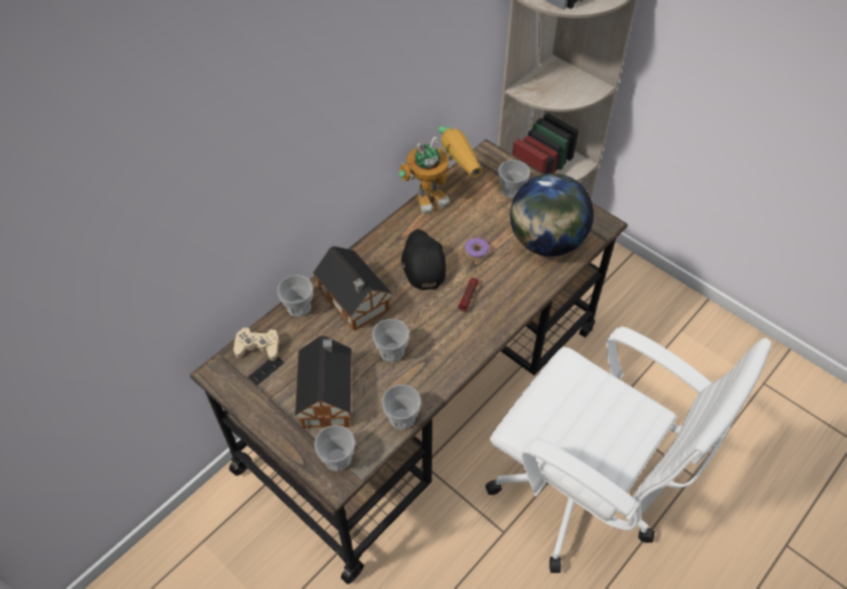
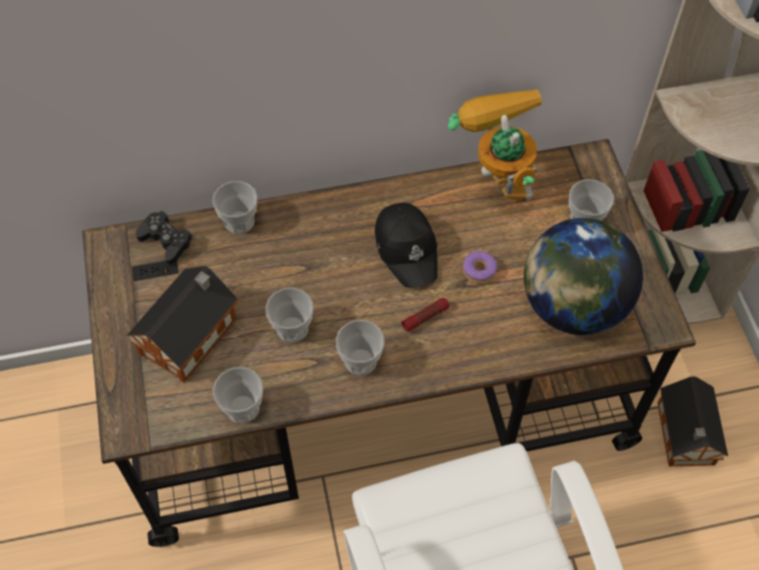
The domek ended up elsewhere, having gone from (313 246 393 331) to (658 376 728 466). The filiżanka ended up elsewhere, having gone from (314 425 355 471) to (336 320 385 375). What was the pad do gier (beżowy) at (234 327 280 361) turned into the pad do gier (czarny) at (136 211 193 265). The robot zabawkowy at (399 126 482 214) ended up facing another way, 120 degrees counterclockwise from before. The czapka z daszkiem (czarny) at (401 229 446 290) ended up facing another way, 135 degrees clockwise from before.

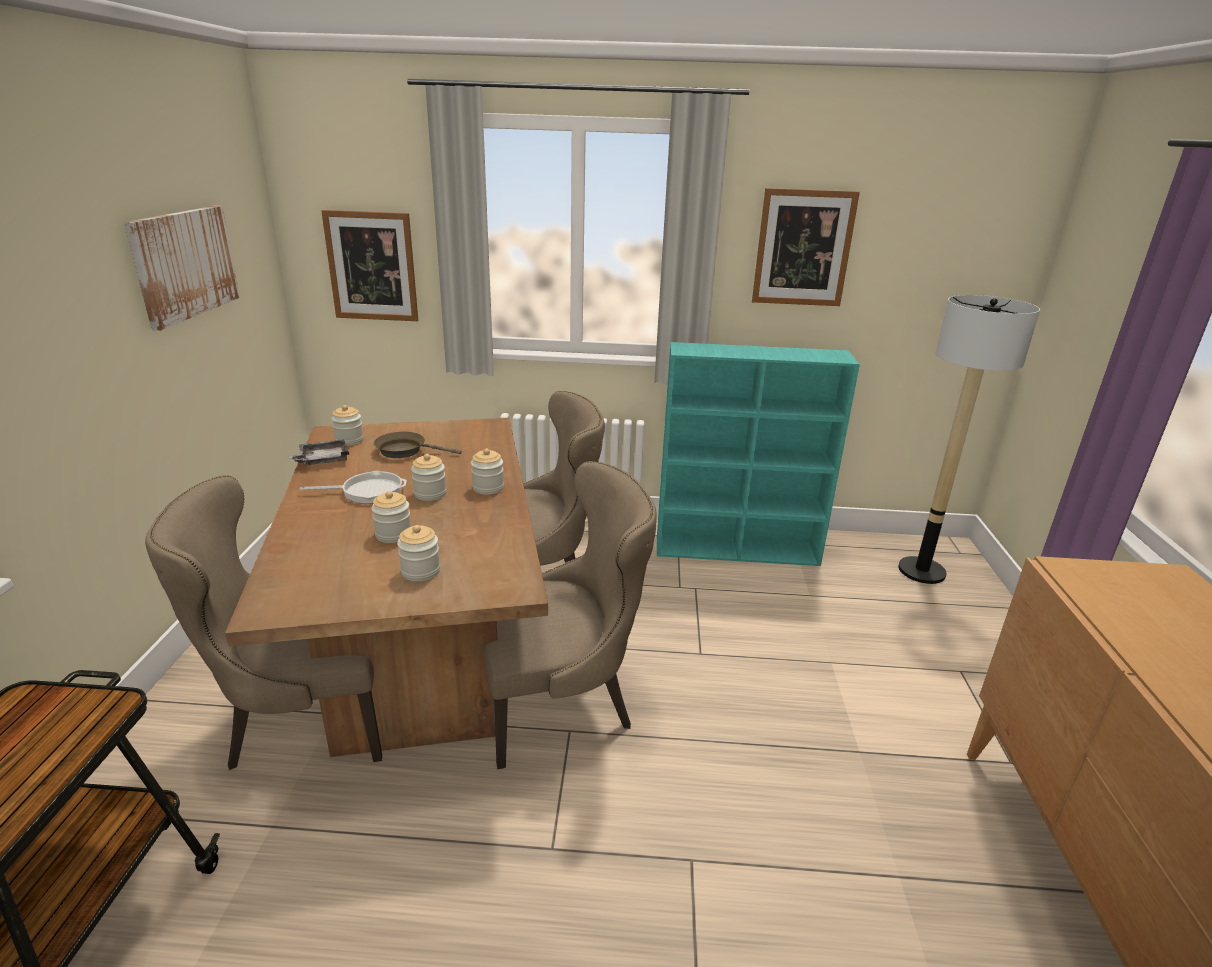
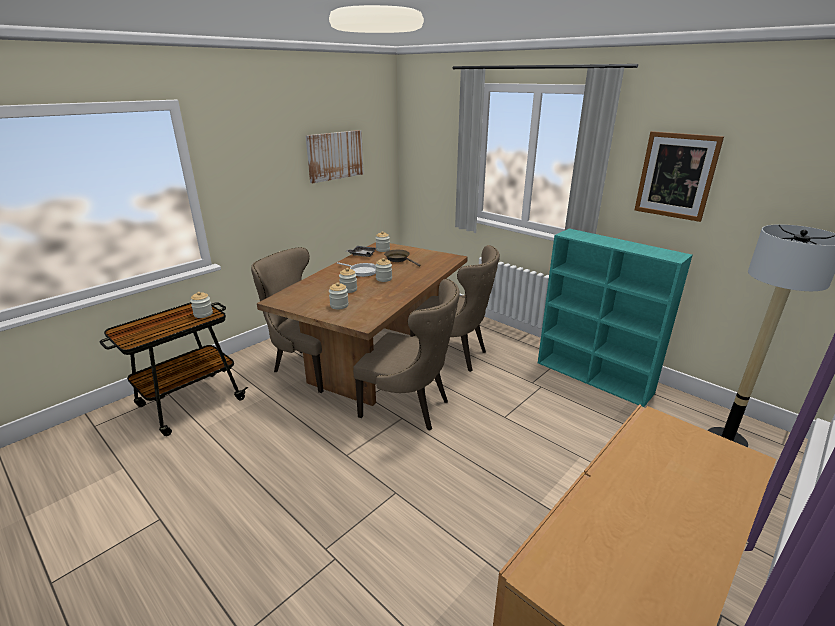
The second view lost the obraz at (321 210 418 321). The słoik ended up elsewhere, having gone from (471 449 504 495) to (190 292 213 318).

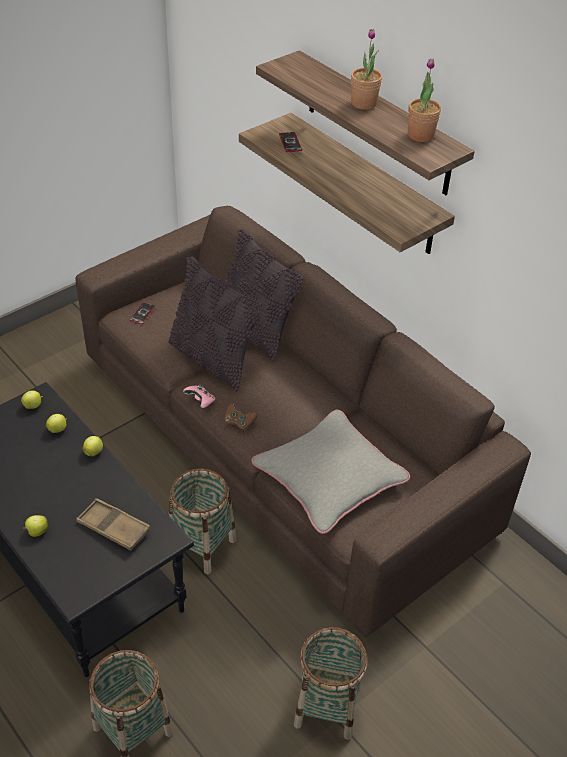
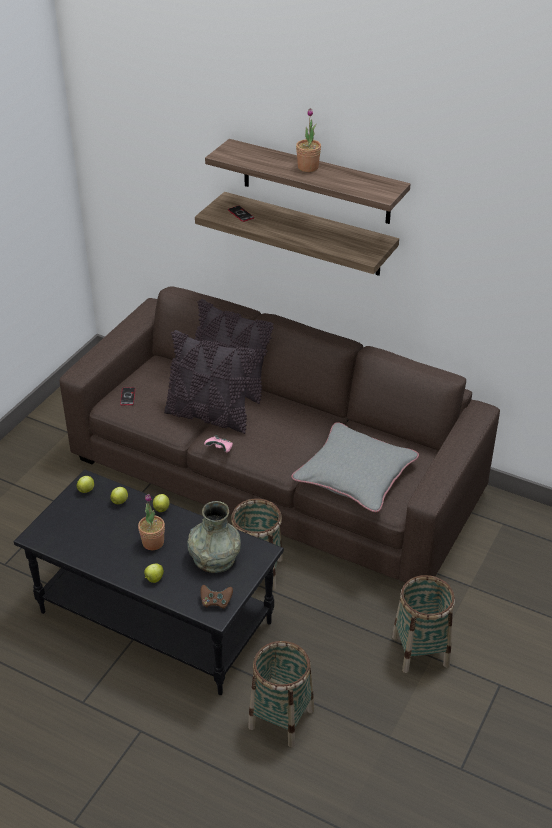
The pad do gier (brązowy) ended up elsewhere, having gone from (224 403 258 431) to (201 585 233 609). The roślina doniczkowa ended up elsewhere, having gone from (408 58 441 142) to (138 494 165 550). Where the taca (brązowy) stood at (76 498 151 551), the wazon (szary) came to stand at (187 501 241 573).

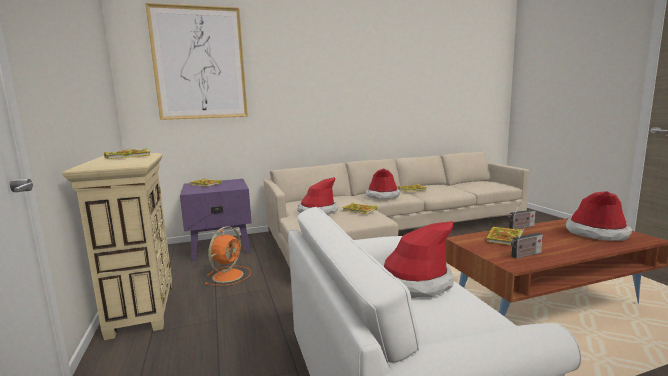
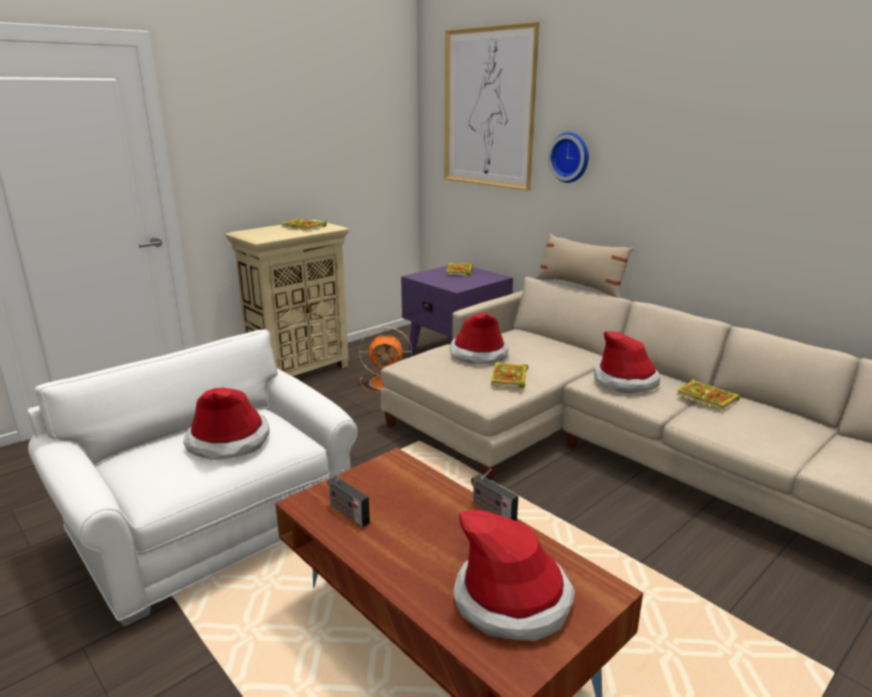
The second view lost the książka at (486 227 524 245). The second view gained the poduszka (beżowy) at (536 233 633 298). The second view gained the zegar ścienny at (548 132 589 183).

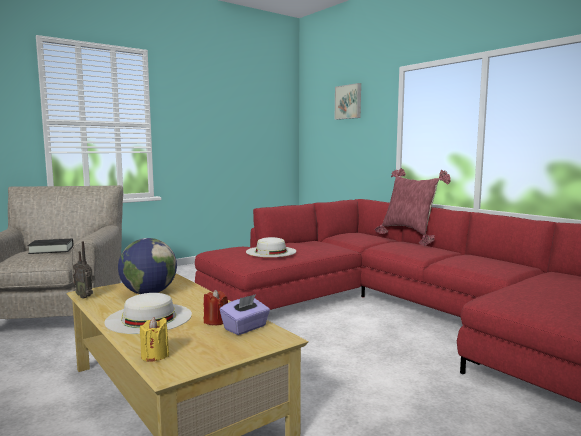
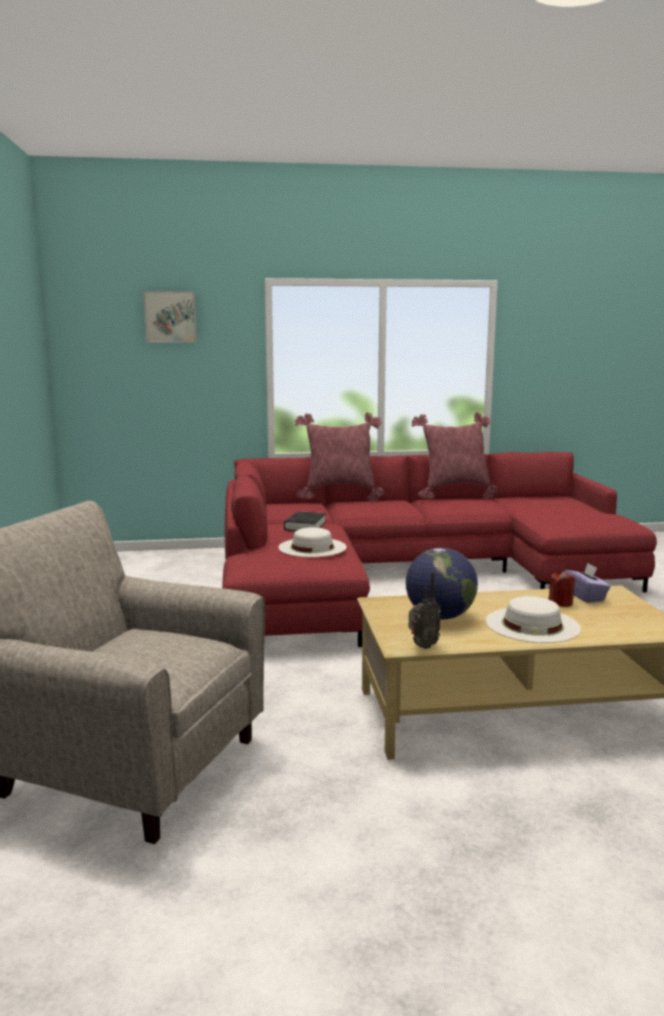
The second view lost the świeca (żółty) at (140 317 169 362). The second view gained the poduszka (czerwony) at (411 412 499 499). The książka (czarny) ended up elsewhere, having gone from (27 239 73 254) to (284 511 326 531).

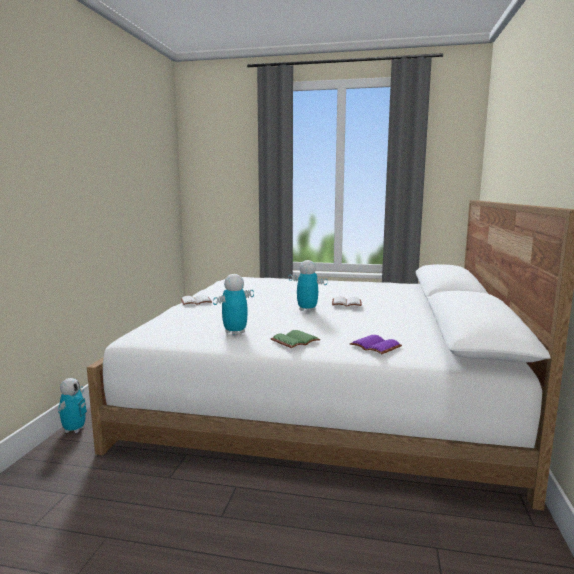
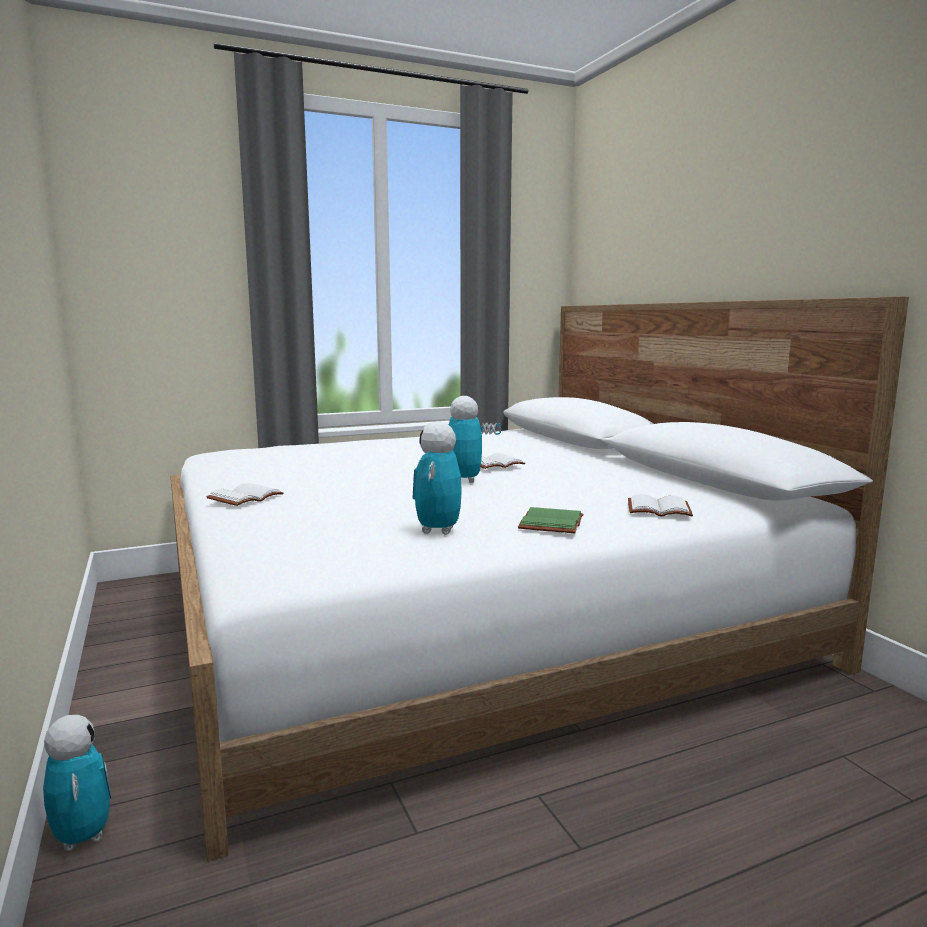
What was the książka (fioletowy) at (350 335 402 354) turned into the książka (biały) at (628 494 693 516).

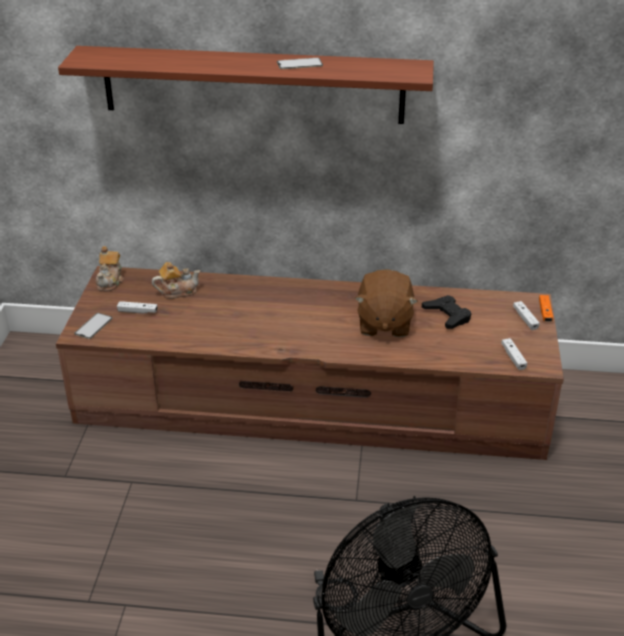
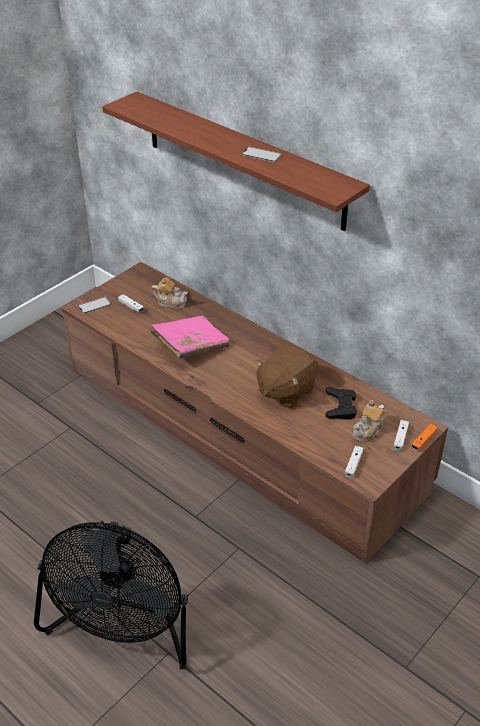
The second view gained the książka (różowy) at (150 315 229 359). The imbryk ended up elsewhere, having gone from (96 246 124 291) to (353 400 386 442).

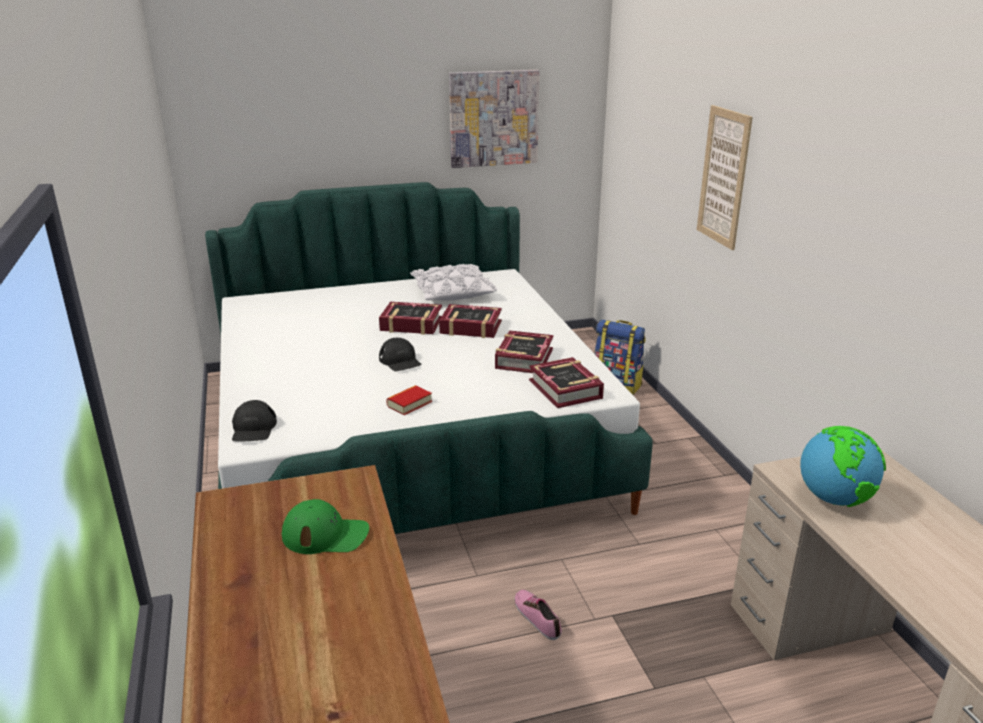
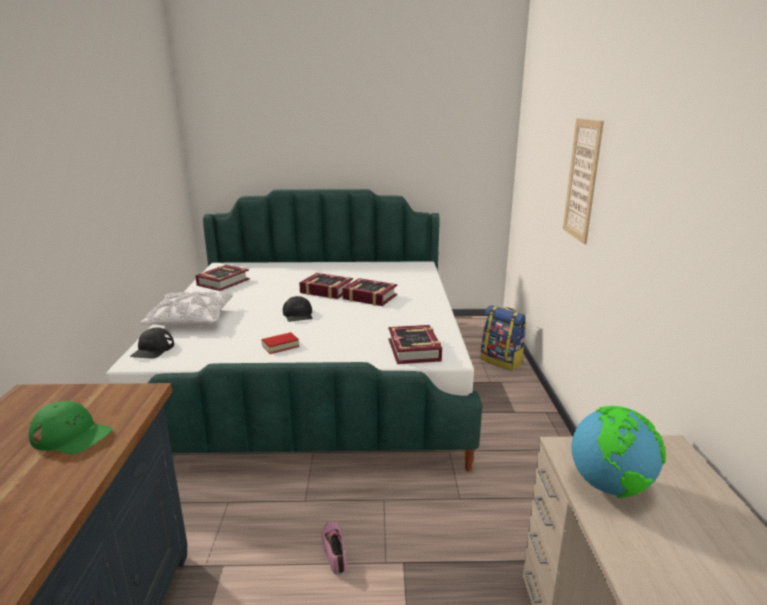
The second view lost the obraz at (449 70 540 168). The poduszka (biały) ended up elsewhere, having gone from (410 264 497 300) to (140 291 233 327). The książka ended up elsewhere, having gone from (495 330 554 373) to (195 265 250 291).

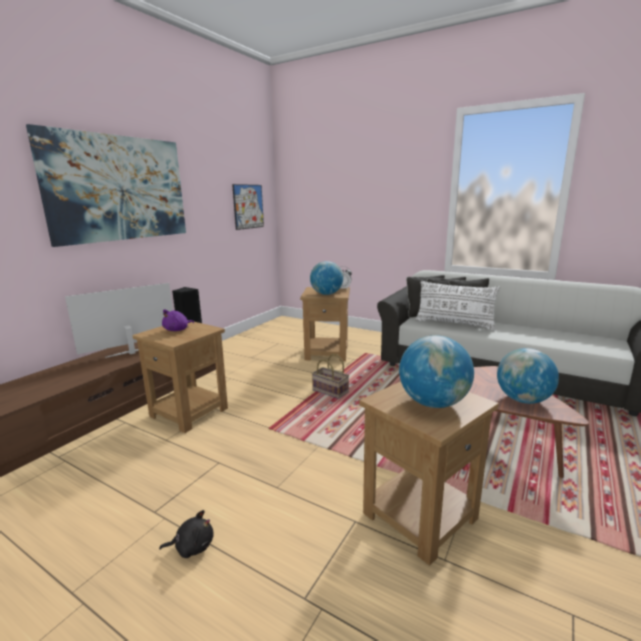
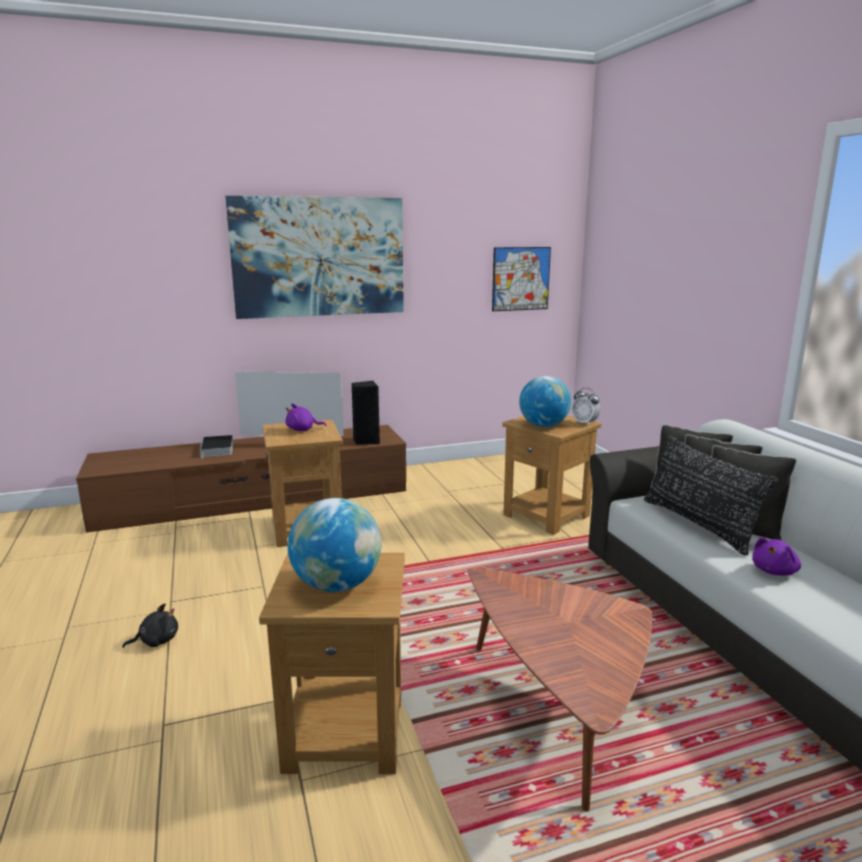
The second view lost the koszyk at (312 354 349 399). The second view lost the globus at (497 348 559 404). The second view gained the książka at (200 435 233 457). The second view gained the pluszak (fioletowy) at (752 537 801 576). What was the poduszka (biały) at (415 281 500 330) turned into the poduszka (czarny) at (644 436 778 555). The pluszak (czarny) at (159 510 214 558) ended up facing another way, 60 degrees counterclockwise from before.

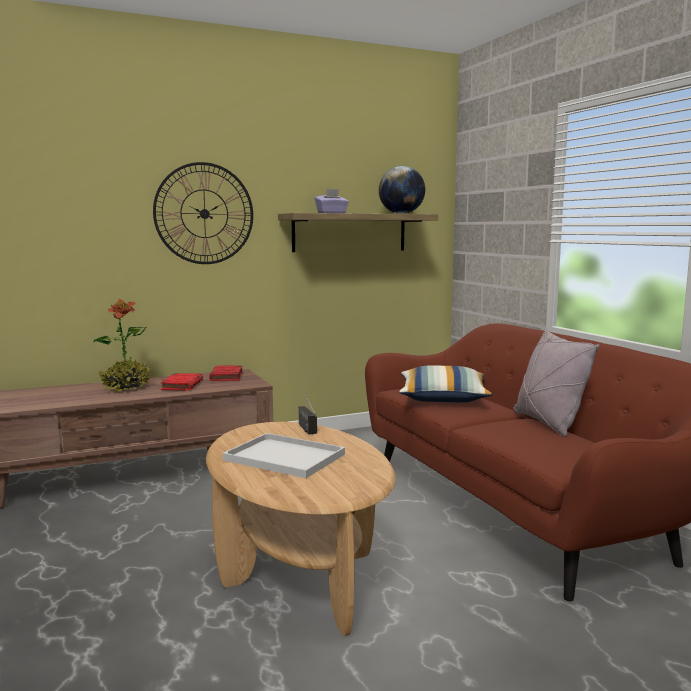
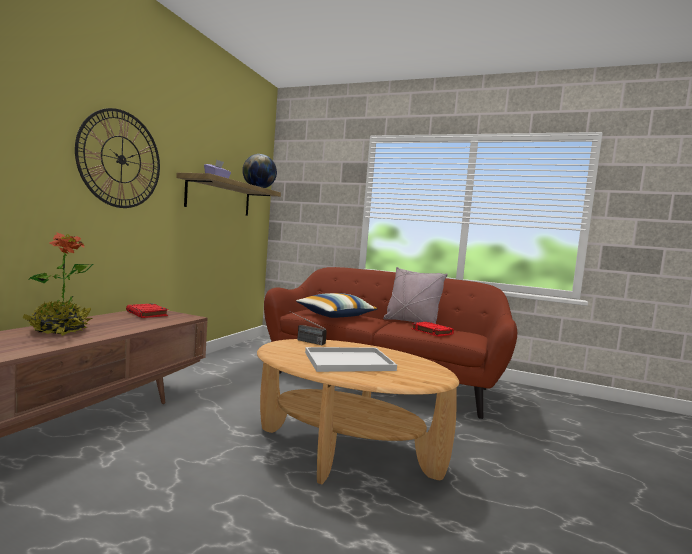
The książka (czerwony) ended up elsewhere, having gone from (160 373 203 390) to (412 322 454 337).

